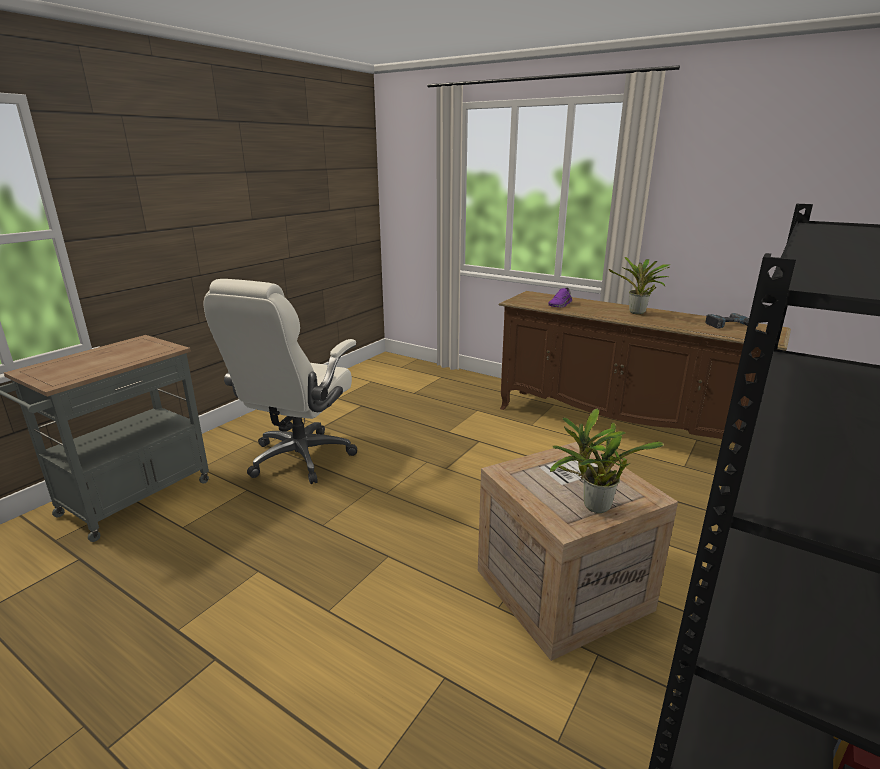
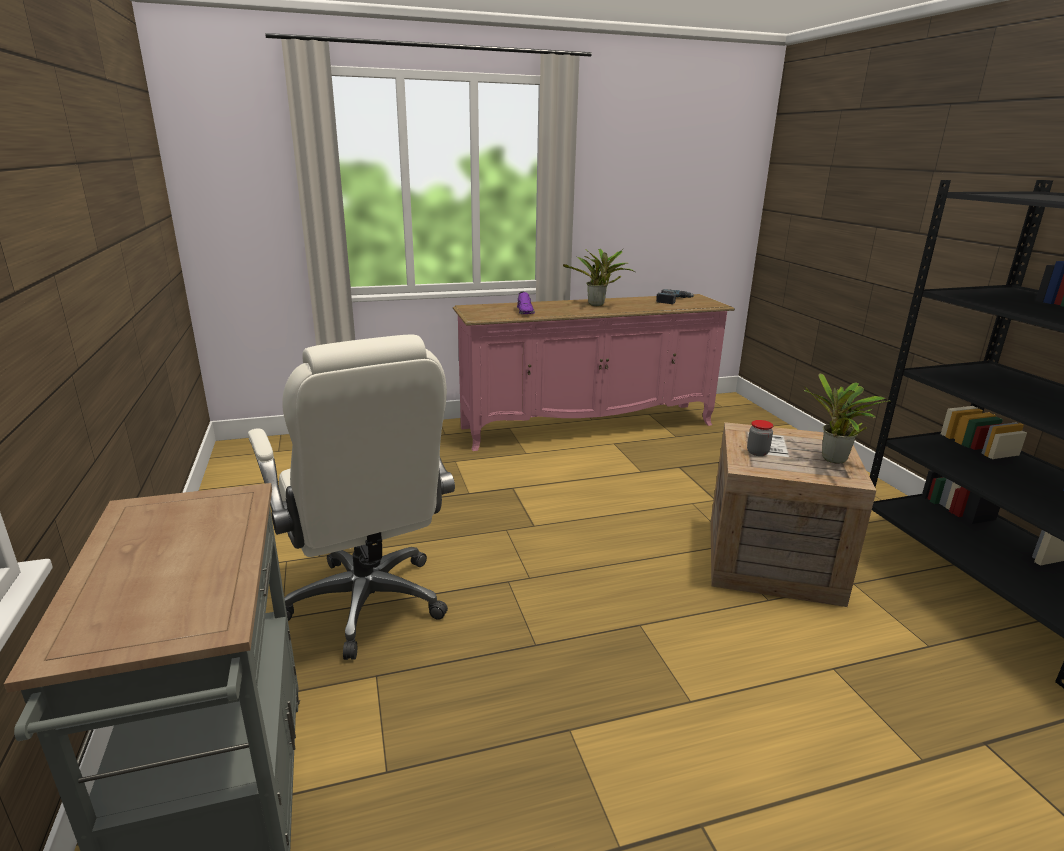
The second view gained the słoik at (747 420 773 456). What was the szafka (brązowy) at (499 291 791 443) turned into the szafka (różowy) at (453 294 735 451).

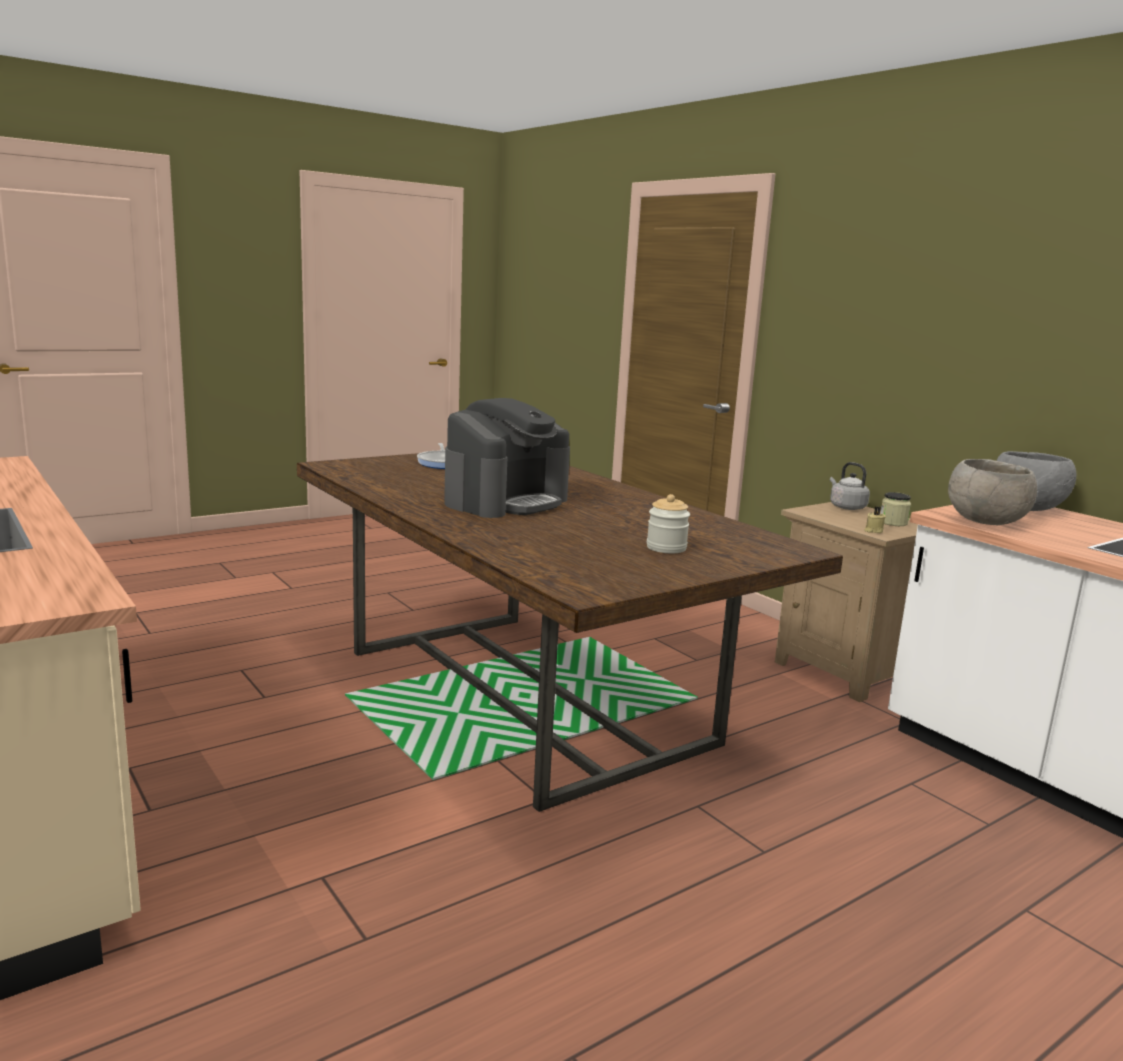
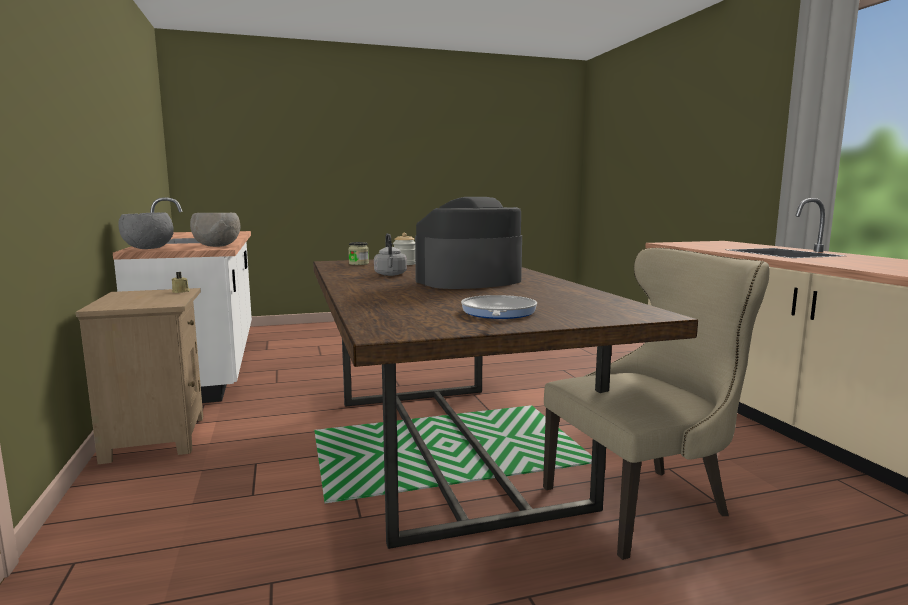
The second view gained the krzesło (beżowy) at (543 248 770 560). The czajnik (szary) ended up elsewhere, having gone from (830 462 870 510) to (374 233 407 276). The słoik ended up elsewhere, having gone from (881 492 911 526) to (348 242 369 265).

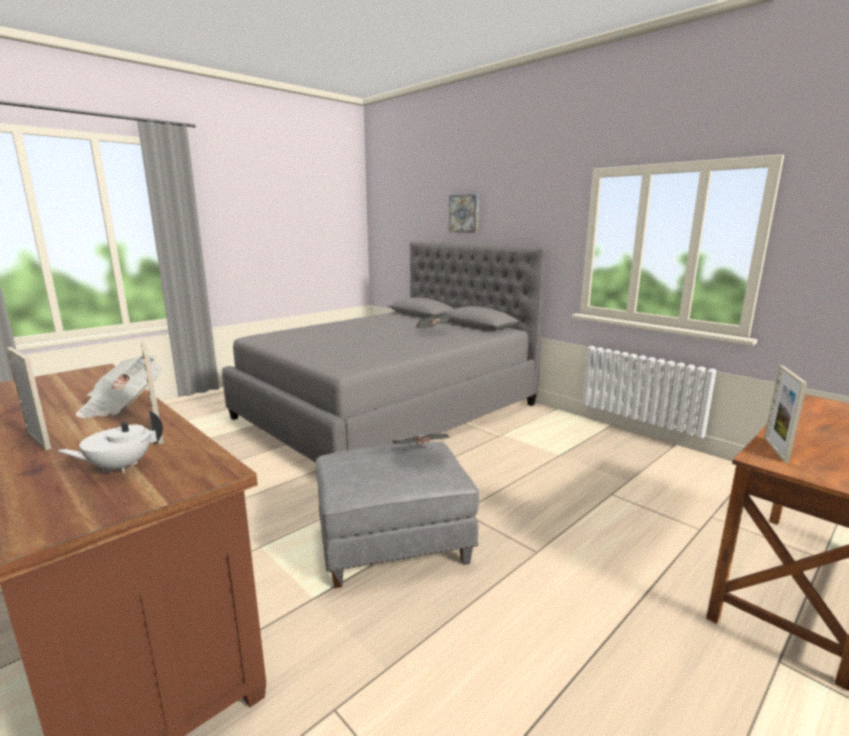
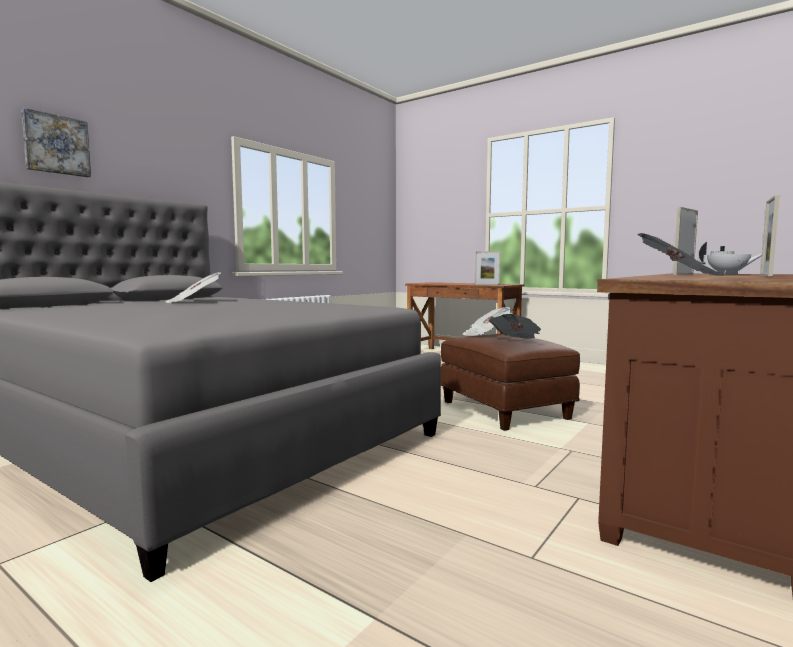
The second view gained the gazeta at (489 314 541 339). What was the pufa (szary) at (316 442 479 588) turned into the pufa (brązowy) at (441 334 580 431).

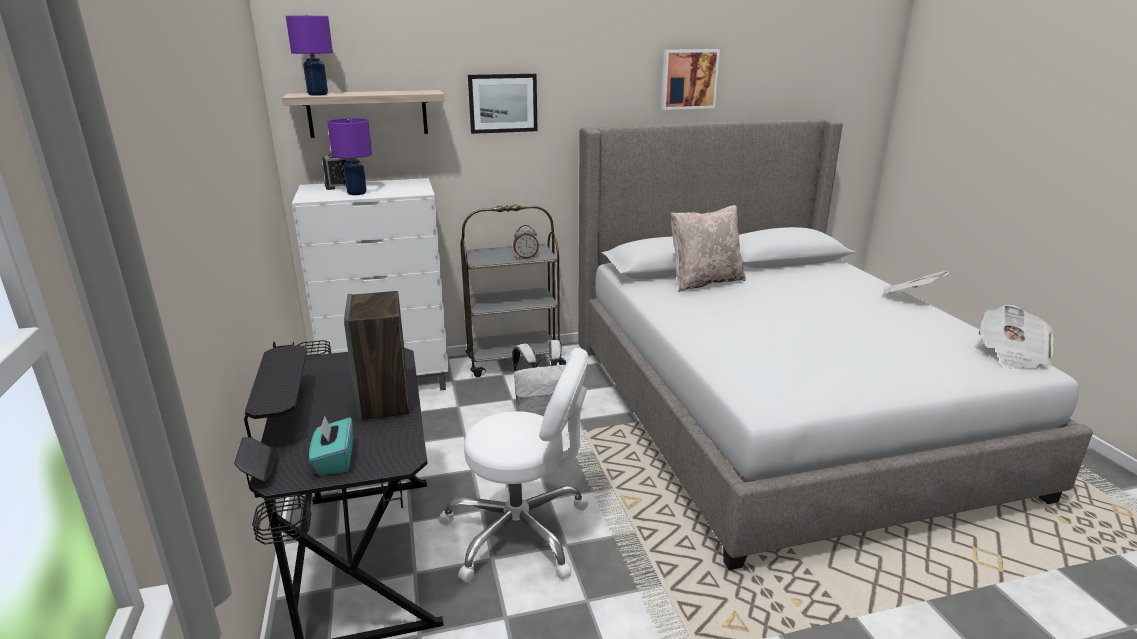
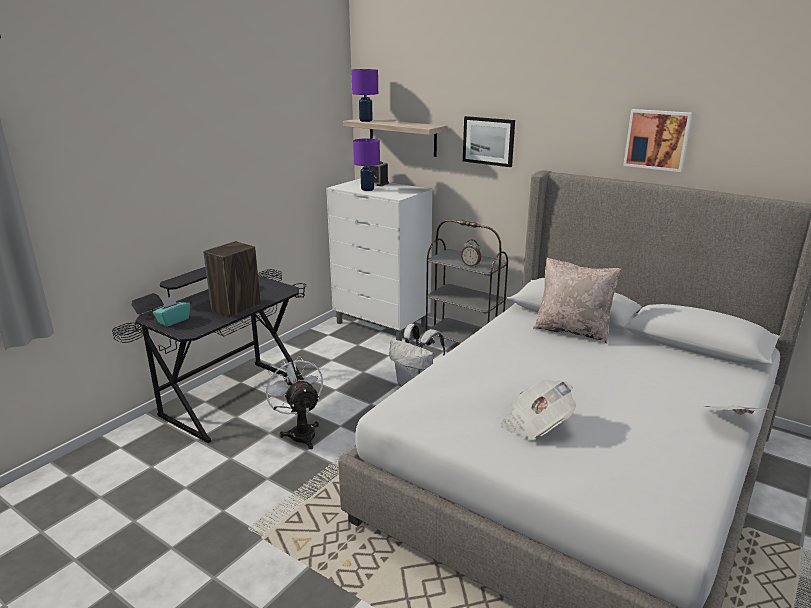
The gazeta ended up elsewhere, having gone from (978 305 1054 369) to (501 379 576 440). Where the krzesło biurowe (biały) stood at (438 348 589 582), the wentylator (biały) came to stand at (263 356 323 449).

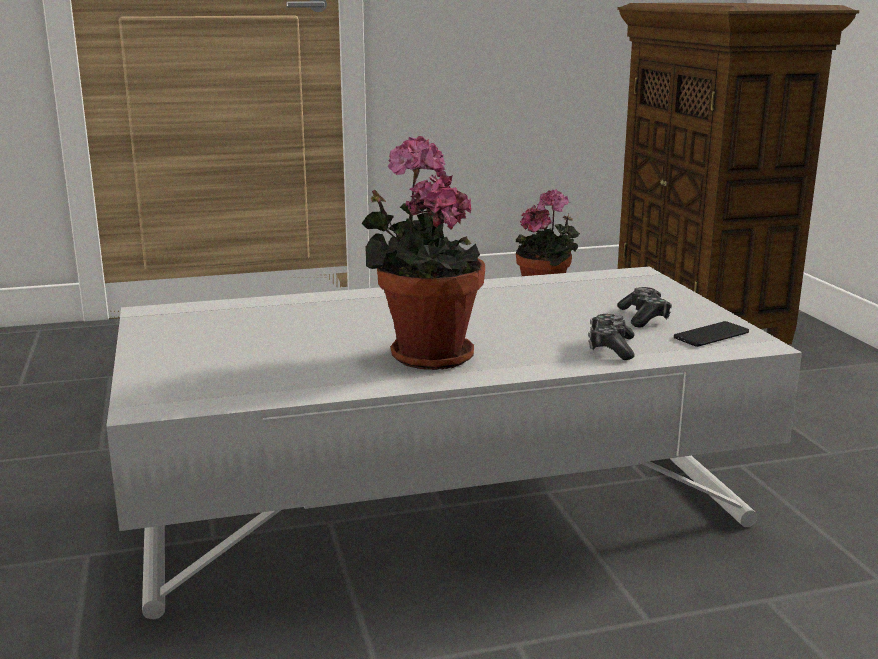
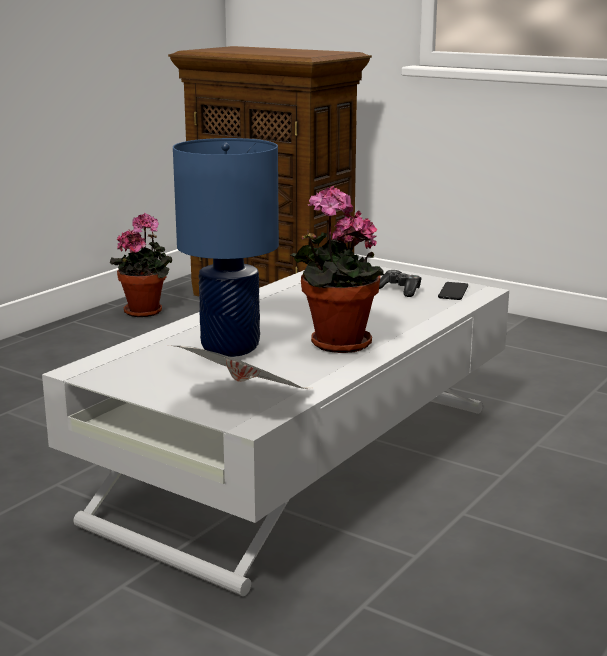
The second view lost the pad do gier at (588 314 635 360). The second view gained the gazeta at (169 345 312 390). The second view gained the lampa stołowa (niebieski) at (173 138 279 357).

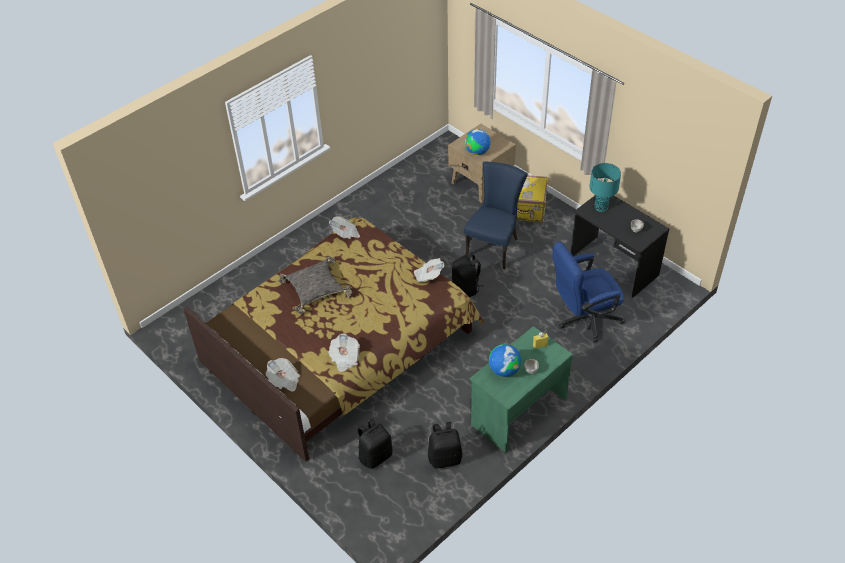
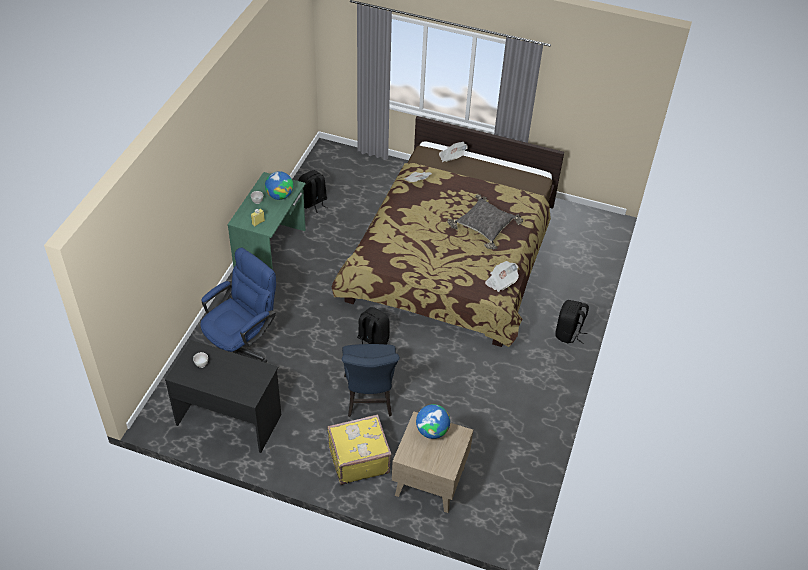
The second view lost the gazeta at (414 258 444 283). The second view lost the lampa stołowa (turkusowy) at (589 163 621 212). The plecak (czarny) ended up elsewhere, having gone from (357 418 393 469) to (555 300 589 344).

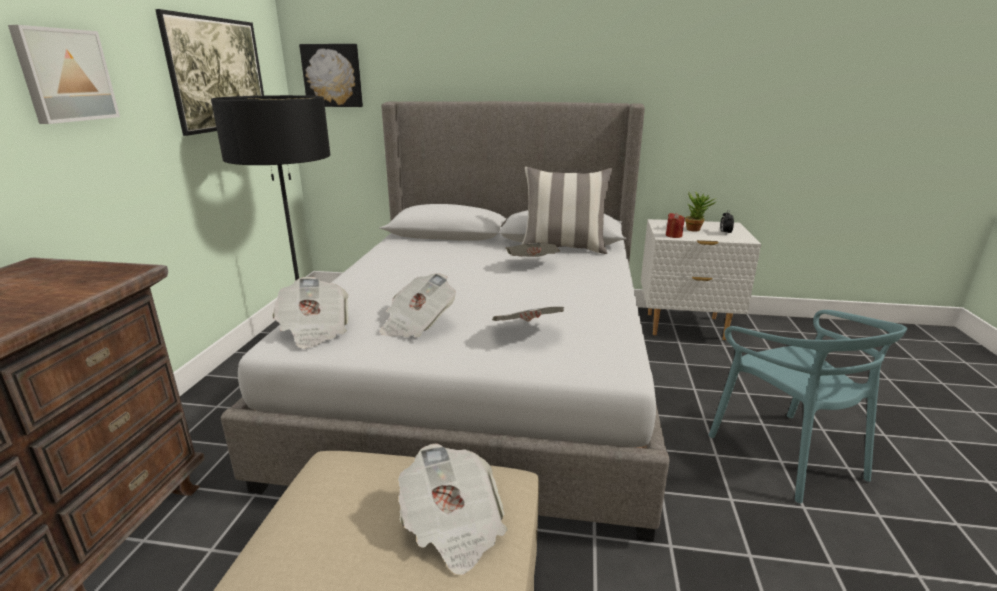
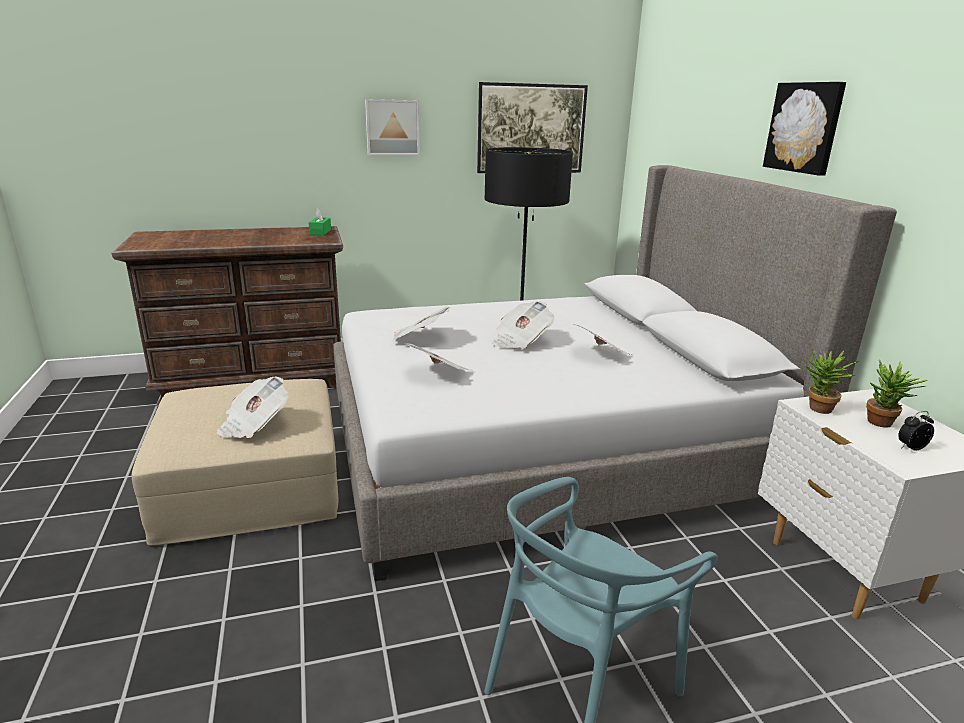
The second view lost the poduszka at (522 167 612 254). The second view gained the pudełko chusteczek (zielony) at (308 208 331 235). The gazeta ended up elsewhere, having gone from (272 277 349 349) to (492 301 554 349). The obraz ended up elsewhere, having gone from (299 44 363 107) to (763 82 846 176). Where the świeca (czerwony) stood at (666 213 685 238), the roślina doniczkowa came to stand at (805 349 860 414).

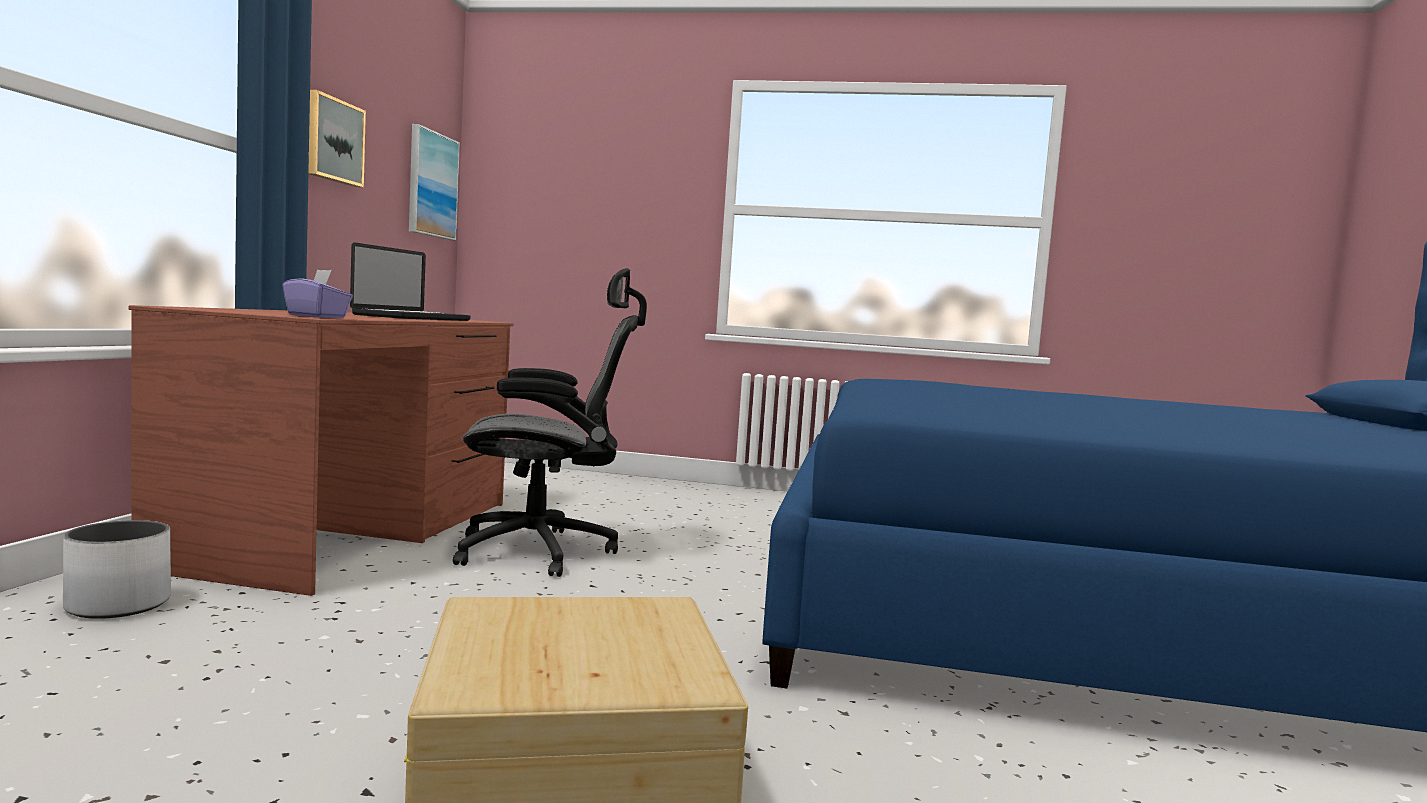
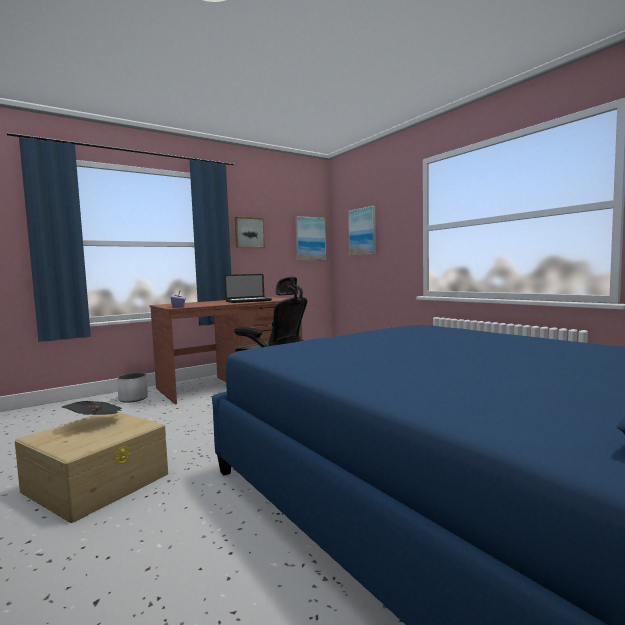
The second view gained the gazeta at (62 401 122 415). The second view gained the obraz at (348 206 376 256).

